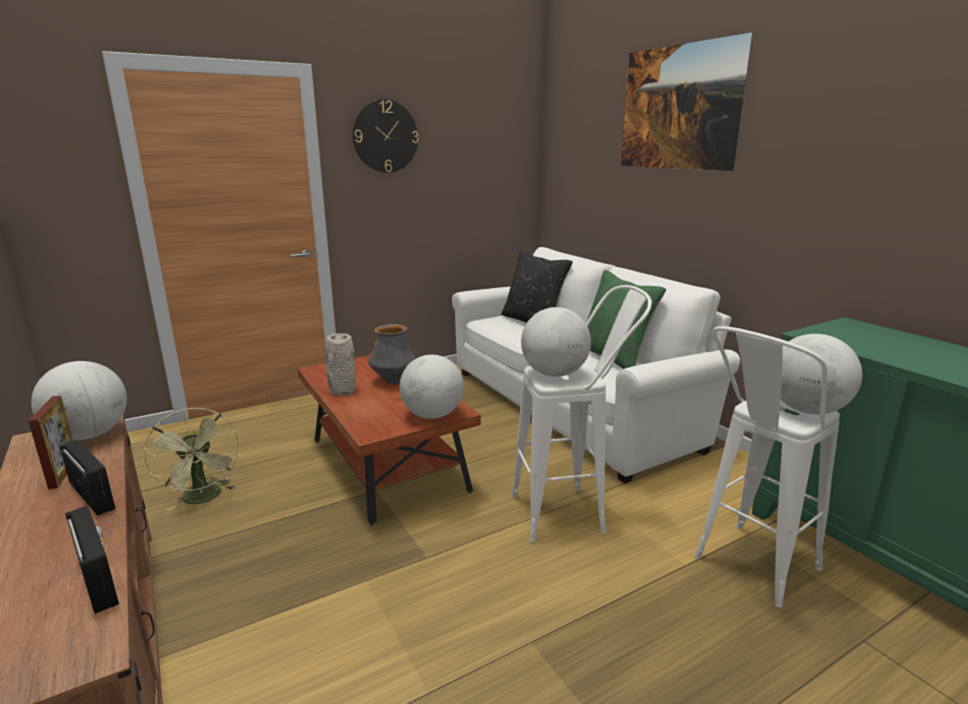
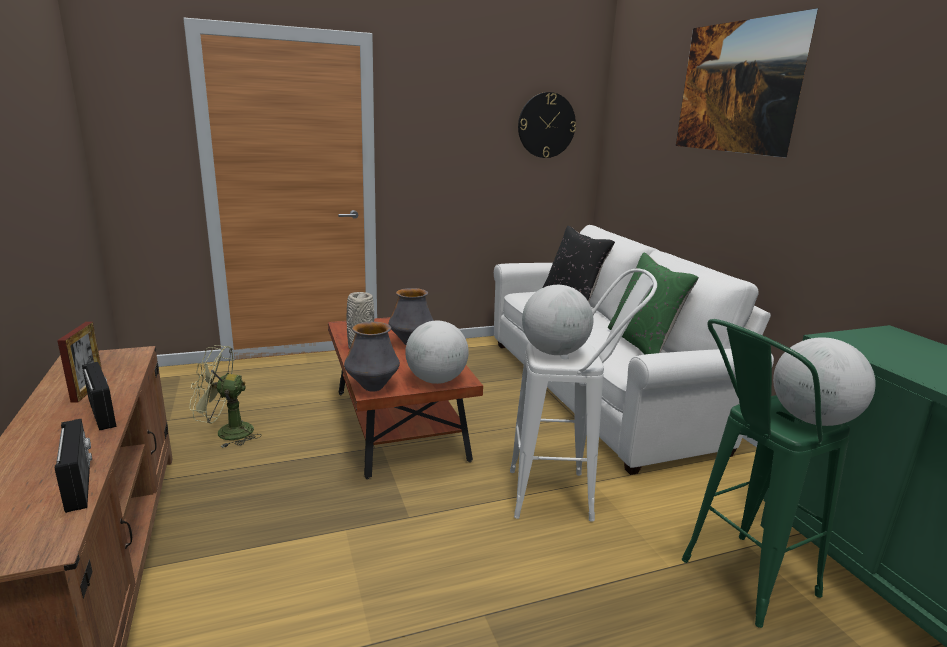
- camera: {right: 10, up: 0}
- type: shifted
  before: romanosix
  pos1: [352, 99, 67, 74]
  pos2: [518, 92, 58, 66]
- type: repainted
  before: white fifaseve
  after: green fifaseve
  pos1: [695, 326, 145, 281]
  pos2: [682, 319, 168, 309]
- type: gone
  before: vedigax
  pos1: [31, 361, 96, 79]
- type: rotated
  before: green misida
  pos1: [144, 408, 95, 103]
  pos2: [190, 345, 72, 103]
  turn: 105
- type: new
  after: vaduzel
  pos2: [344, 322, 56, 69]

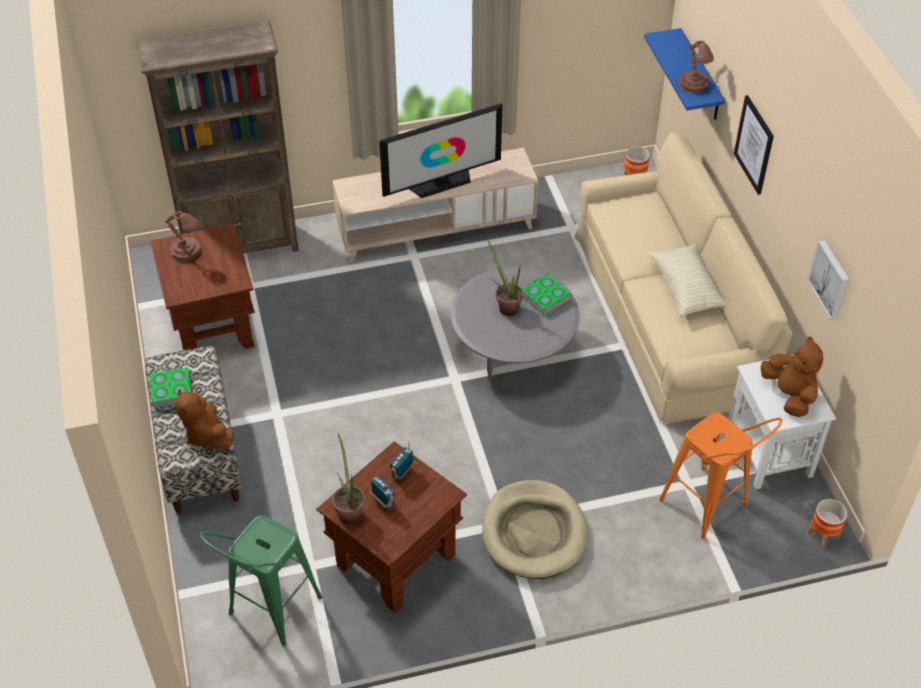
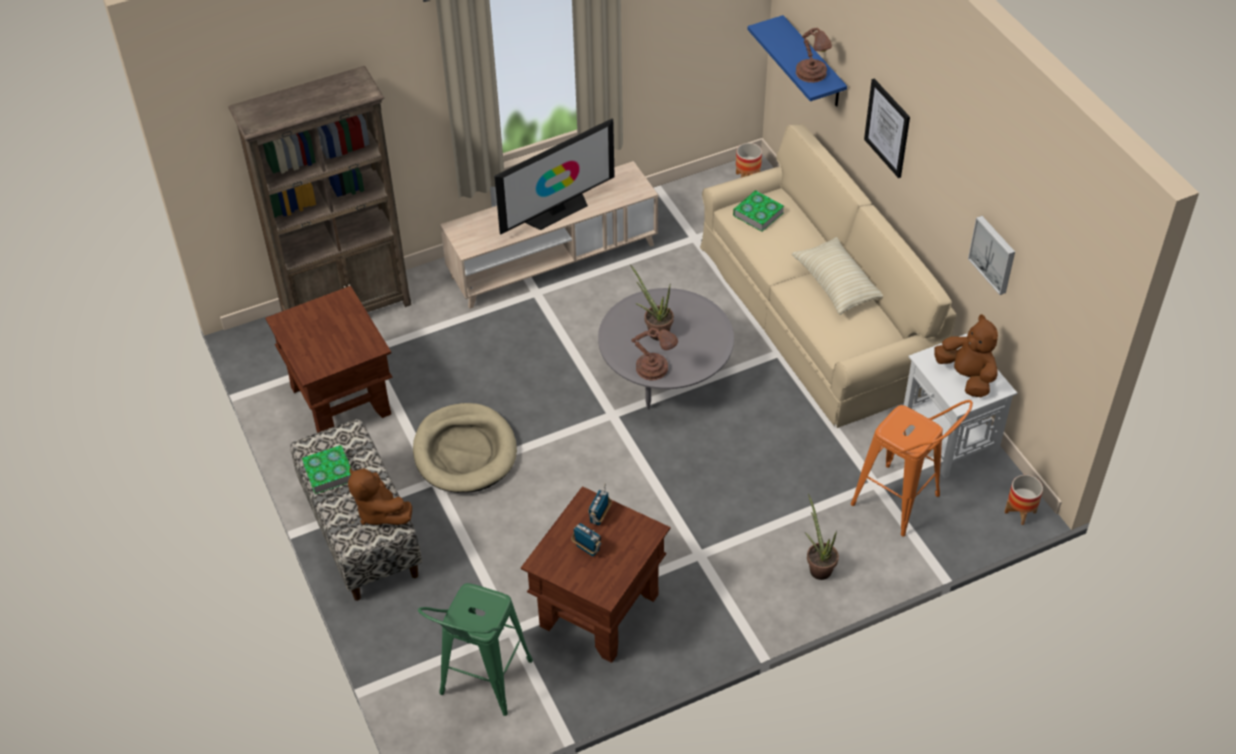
- camera: {right: -10, up: 0}
- type: shifted
  before: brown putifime
  pos1: [165, 211, 36, 51]
  pos2: [631, 328, 47, 52]
- type: shifted
  before: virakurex
  pos1: [522, 273, 49, 43]
  pos2: [733, 190, 51, 42]
- type: shifted
  before: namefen
  pos1: [332, 433, 33, 91]
  pos2: [805, 494, 34, 86]
- type: shifted
  before: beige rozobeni
  pos1: [482, 480, 105, 99]
  pos2: [413, 403, 104, 90]

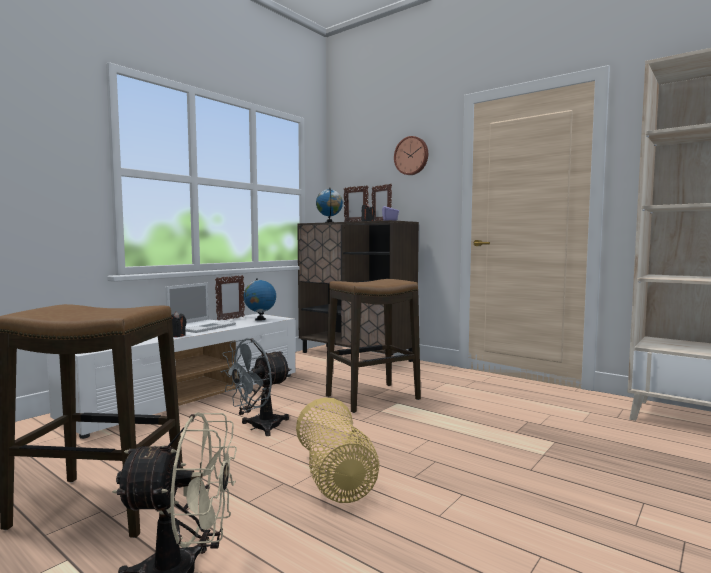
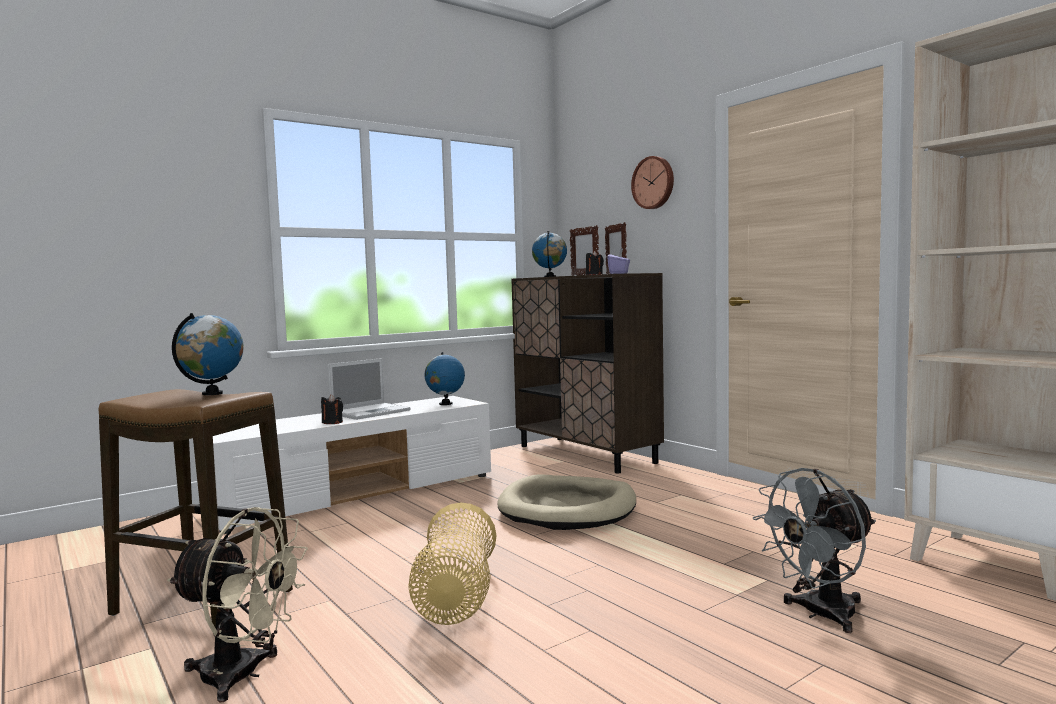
- camera: {right: 15, up: 0}
- type: gone
  before: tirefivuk
  pos1: [215, 275, 30, 45]
- type: swapped
  before: fifaseve
  after: beige rozobeni
  pos1: [326, 279, 95, 134]
  pos2: [498, 474, 138, 56]
- type: shifted
  before: grey misida
  pos1: [221, 338, 70, 98]
  pos2: [753, 468, 123, 165]
- type: new
  after: vedigax
  pos2: [172, 313, 72, 82]

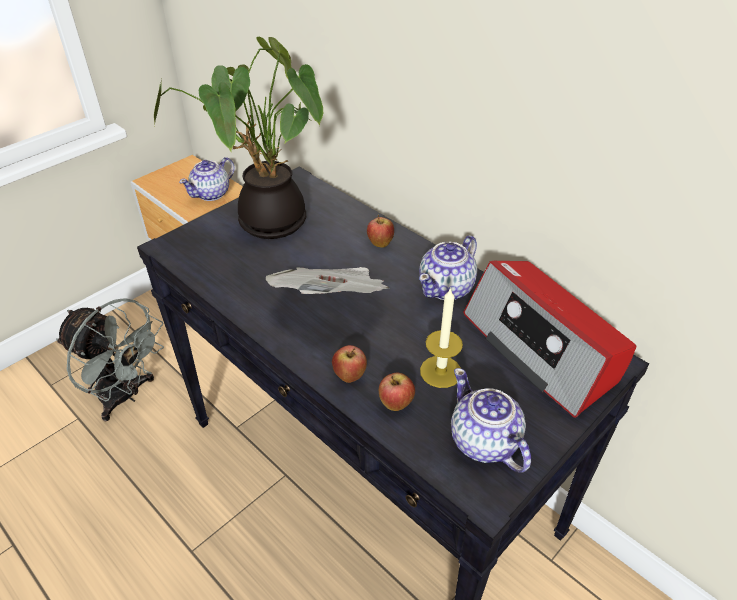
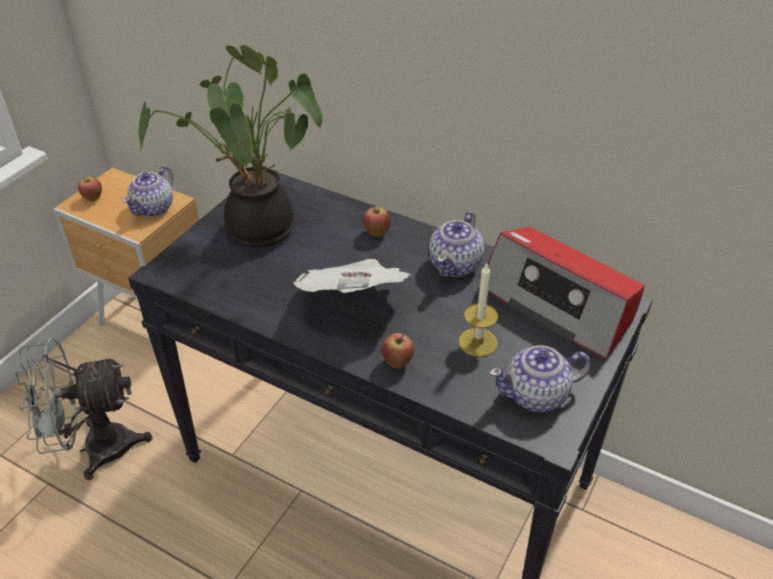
- camera: {right: -15, up: 0}
- type: rotated
  before: grey misida
  pos1: [56, 298, 108, 124]
  pos2: [15, 338, 137, 142]
  turn: 150
- type: rotated
  before: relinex
  pos1: [451, 368, 80, 105]
  pos2: [489, 345, 102, 67]
  turn: -60
- type: shifted
  before: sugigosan
  pos1: [379, 373, 36, 38]
  pos2: [78, 177, 24, 24]

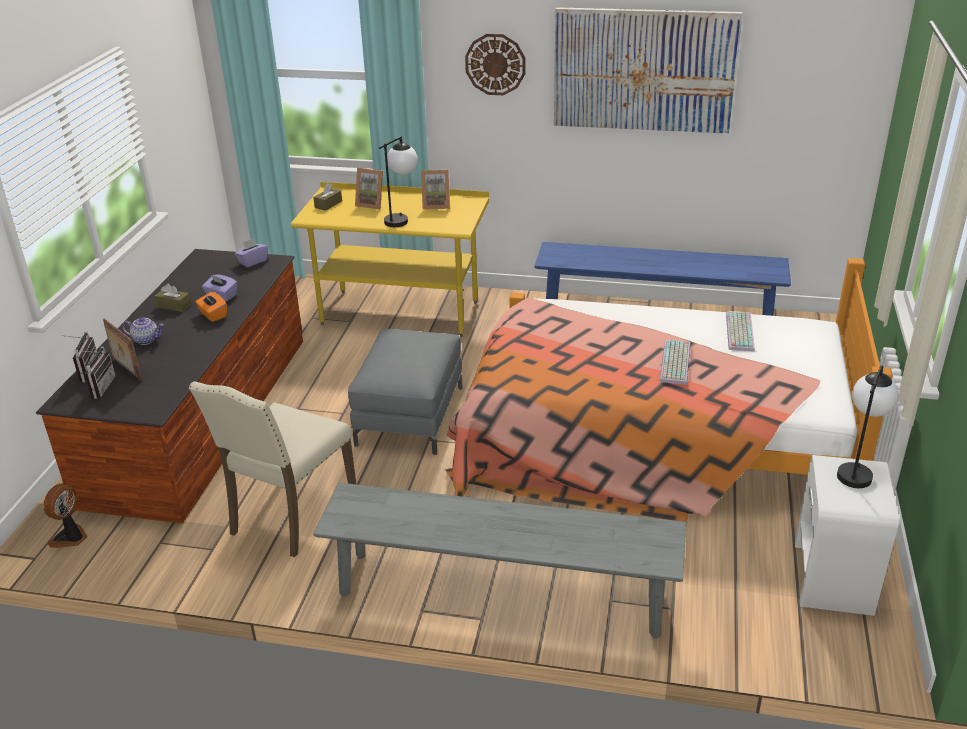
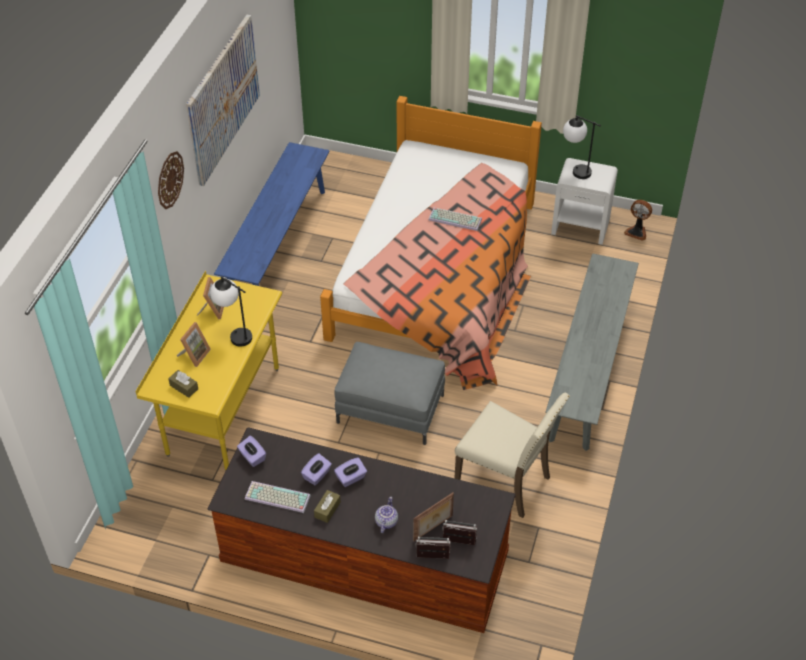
- camera: {right: -85, up: 15}
- type: repainted
  before: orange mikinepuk
  after: purple mikinepuk
  pos1: [195, 292, 32, 30]
  pos2: [334, 457, 33, 30]
- type: shifted
  before: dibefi
  pos1: [726, 311, 29, 41]
  pos2: [245, 481, 66, 32]
- type: shifted
  before: misida
  pos1: [44, 484, 44, 64]
  pos2: [624, 200, 28, 41]

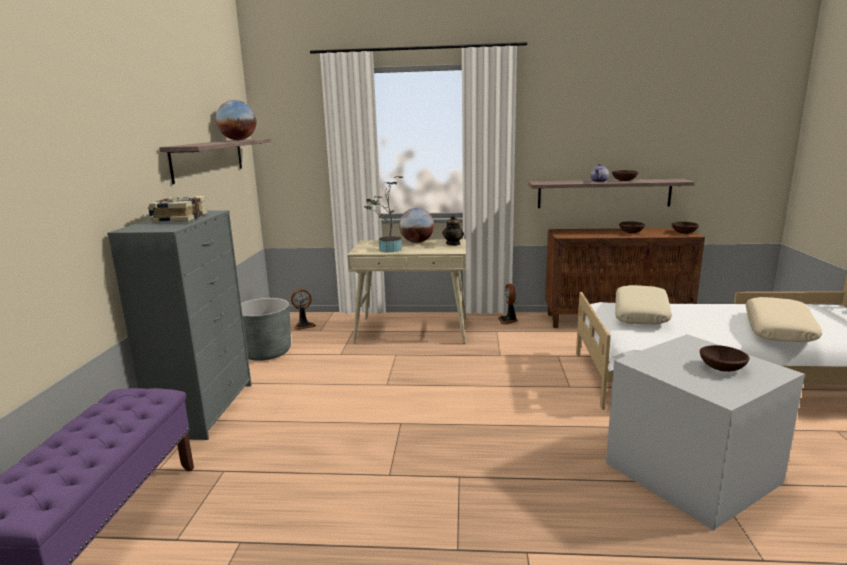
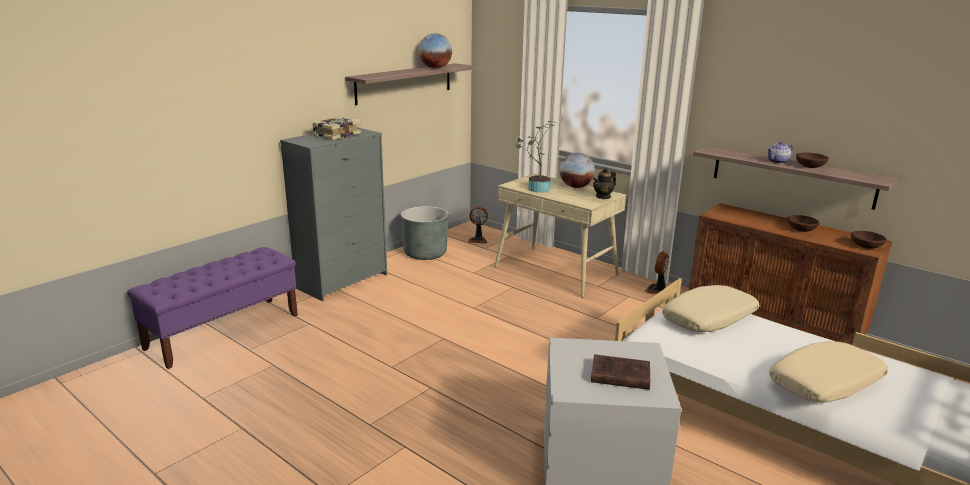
- camera: {right: 35, up: 5}
- type: swapped
  before: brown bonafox
  after: brown virakurex
  pos1: [700, 345, 50, 27]
  pos2: [591, 354, 59, 36]

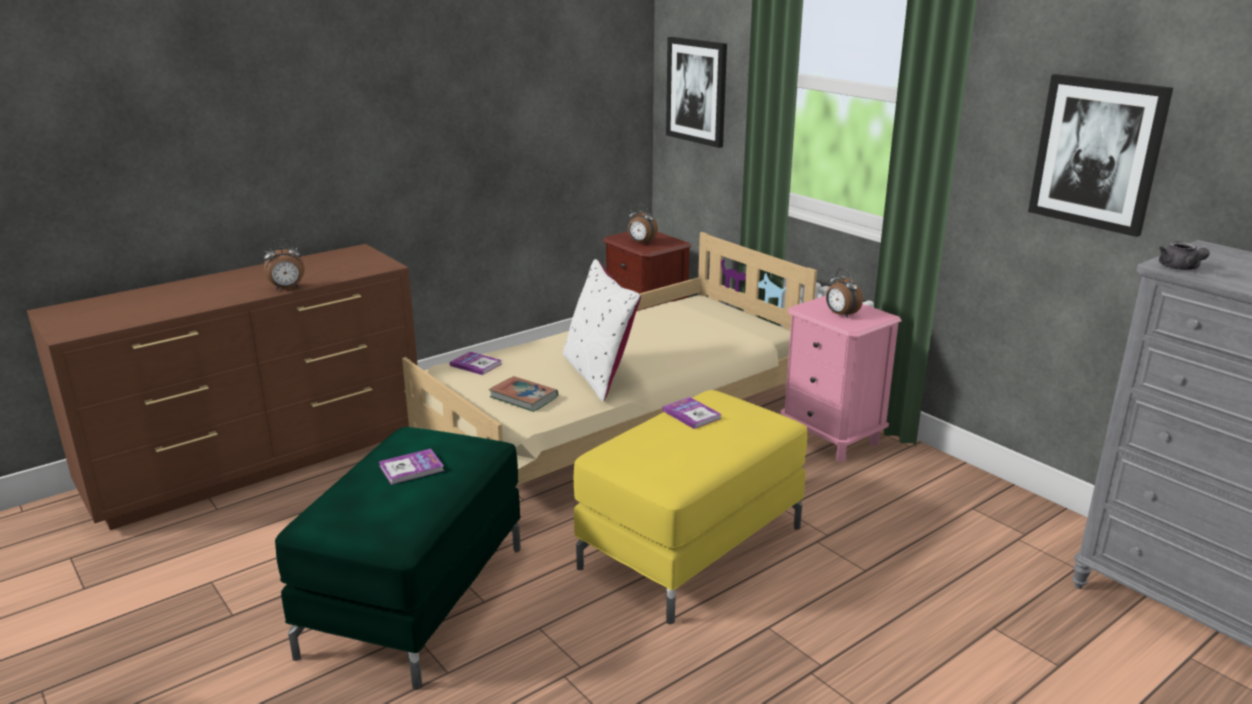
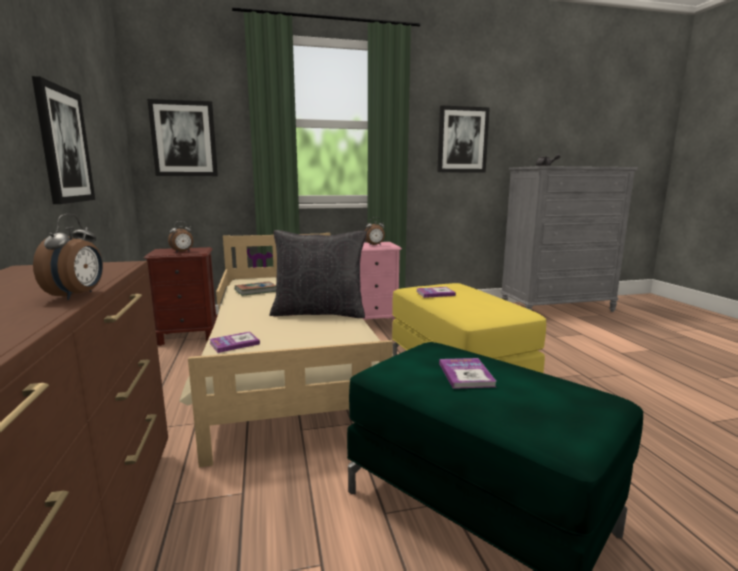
- camera: {right: -65, up: -10}
- type: repainted
  before: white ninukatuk
  after: black ninukatuk
  pos1: [563, 259, 78, 142]
  pos2: [269, 230, 98, 88]
- type: shifted
  before: virakurex
  pos1: [489, 376, 69, 36]
  pos2: [235, 281, 41, 15]
- type: new
  after: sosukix
  pos2: [32, 76, 63, 128]

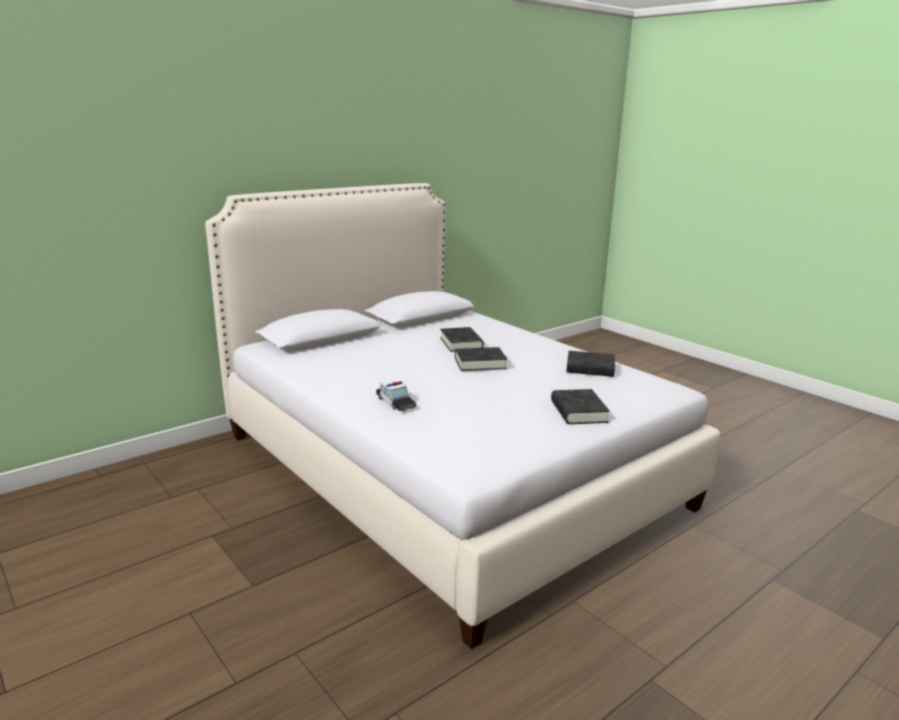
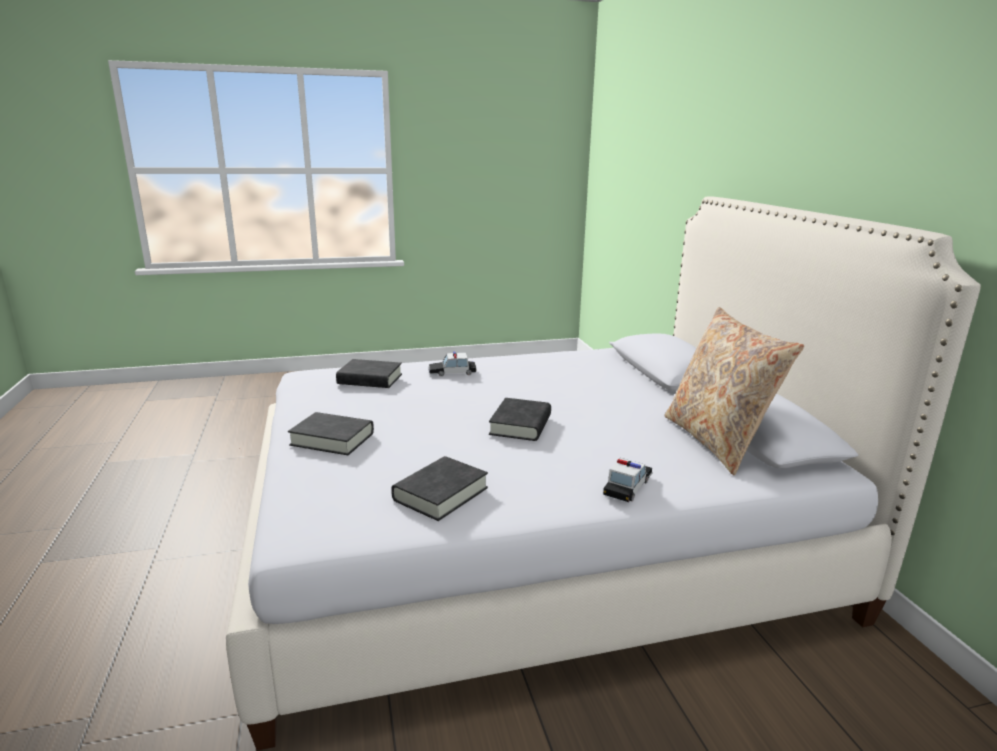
- camera: {right: 115, up: 0}
- type: shifted
  before: black virakurex
  pos1: [440, 327, 44, 25]
  pos2: [336, 359, 66, 29]
- type: new
  after: beige ninukatuk
  pos2: [665, 307, 139, 168]
- type: new
  after: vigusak
  pos2: [603, 458, 50, 44]

